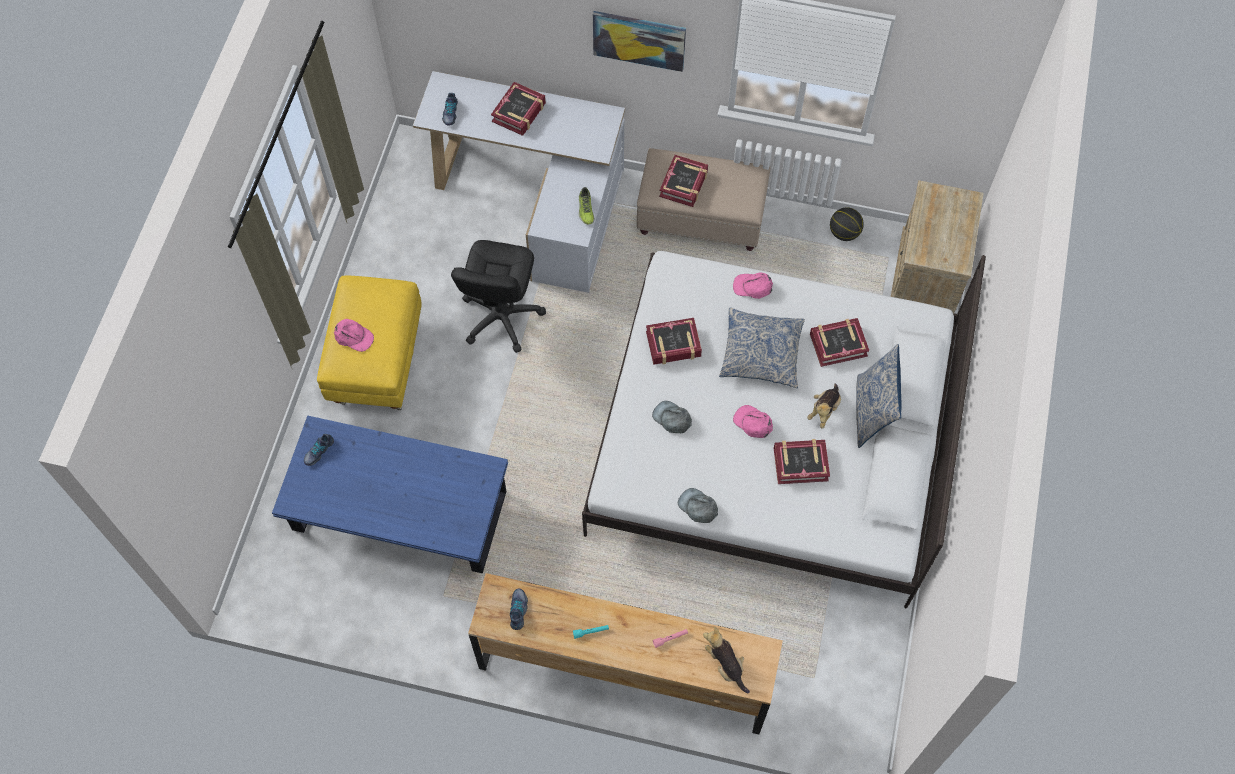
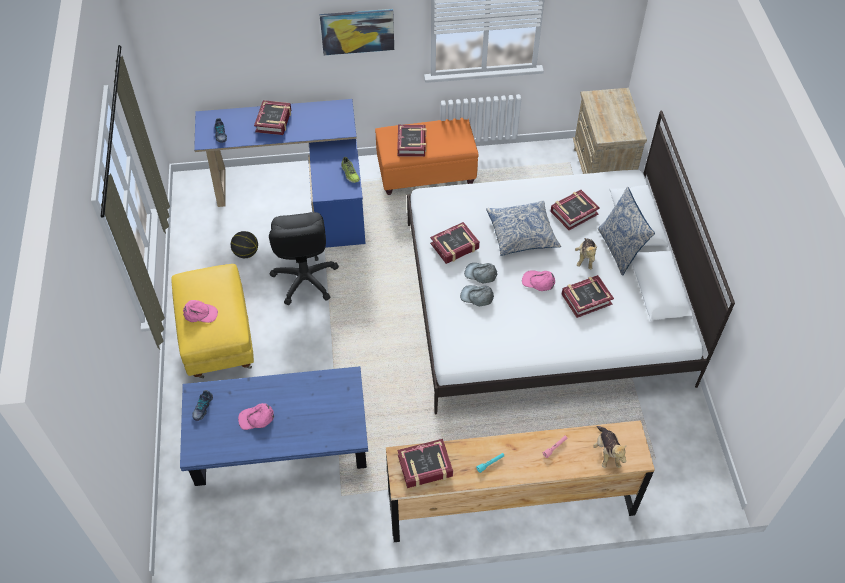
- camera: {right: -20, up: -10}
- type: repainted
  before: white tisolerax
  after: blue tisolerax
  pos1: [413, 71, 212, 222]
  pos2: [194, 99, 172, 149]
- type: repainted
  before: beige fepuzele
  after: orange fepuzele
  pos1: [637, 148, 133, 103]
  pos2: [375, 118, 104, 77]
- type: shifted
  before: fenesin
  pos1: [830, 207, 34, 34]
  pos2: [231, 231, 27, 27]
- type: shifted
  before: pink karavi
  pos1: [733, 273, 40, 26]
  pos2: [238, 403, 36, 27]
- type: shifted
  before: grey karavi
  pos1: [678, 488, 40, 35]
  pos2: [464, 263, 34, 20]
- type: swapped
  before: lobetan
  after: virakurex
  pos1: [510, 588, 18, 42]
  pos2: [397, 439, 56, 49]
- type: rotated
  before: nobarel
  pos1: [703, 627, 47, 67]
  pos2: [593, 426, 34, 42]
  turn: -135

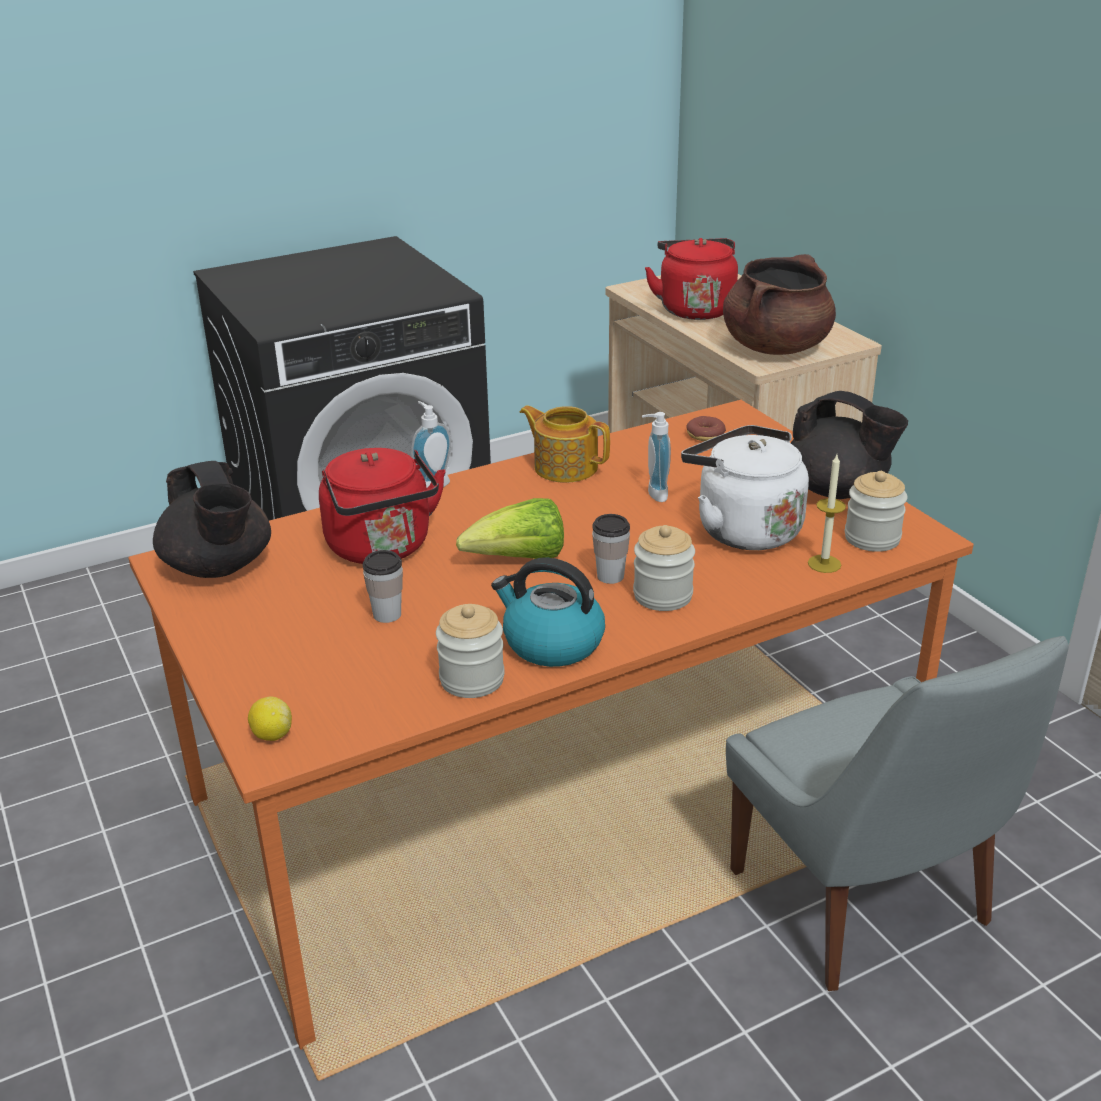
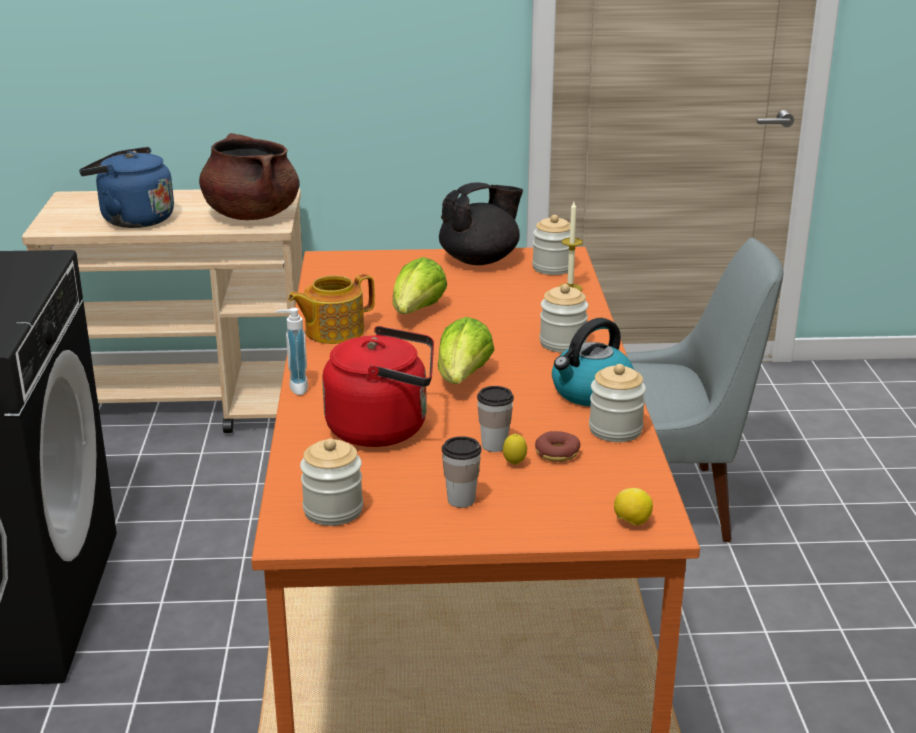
- camera: {right: -65, up: -5}
- type: repainted
  before: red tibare
  after: blue tibare
  pos1: [645, 238, 93, 82]
  pos2: [79, 147, 95, 81]
- type: swapped
  before: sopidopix
  after: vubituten
  pos1: [642, 412, 29, 90]
  pos2: [393, 257, 54, 57]
- type: shifted
  before: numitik
  pos1: [686, 416, 40, 25]
  pos2: [535, 431, 45, 31]
- type: gone
  before: white tibare
  pos1: [681, 425, 128, 125]
- type: swapped
  before: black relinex
  after: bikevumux
  pos1: [153, 461, 118, 117]
  pos2: [300, 438, 63, 88]
- type: shifted
  before: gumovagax
  pos1: [592, 514, 38, 70]
  pos2: [442, 436, 39, 72]
- type: new
  after: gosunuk
  pos2: [503, 434, 24, 31]

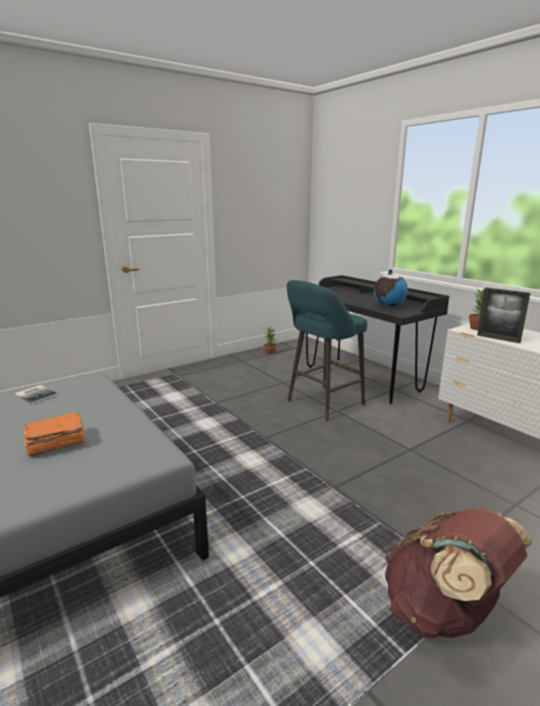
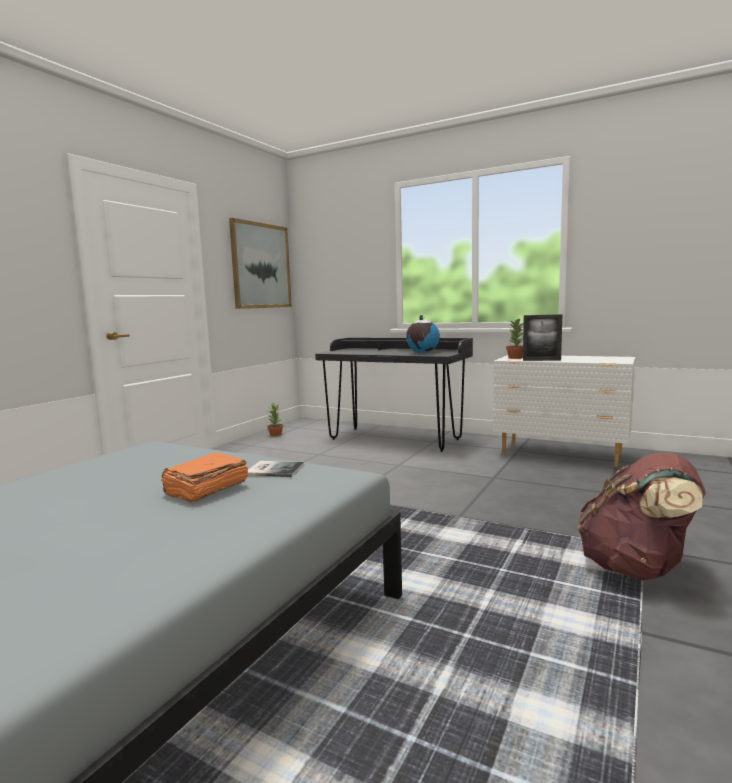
- camera: {right: -25, up: -10}
- type: gone
  before: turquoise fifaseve
  pos1: [287, 280, 80, 141]
- type: shifted
  before: virakurex
  pos1: [15, 385, 42, 19]
  pos2: [247, 461, 57, 16]
- type: new
  after: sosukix
  pos2: [229, 218, 63, 91]

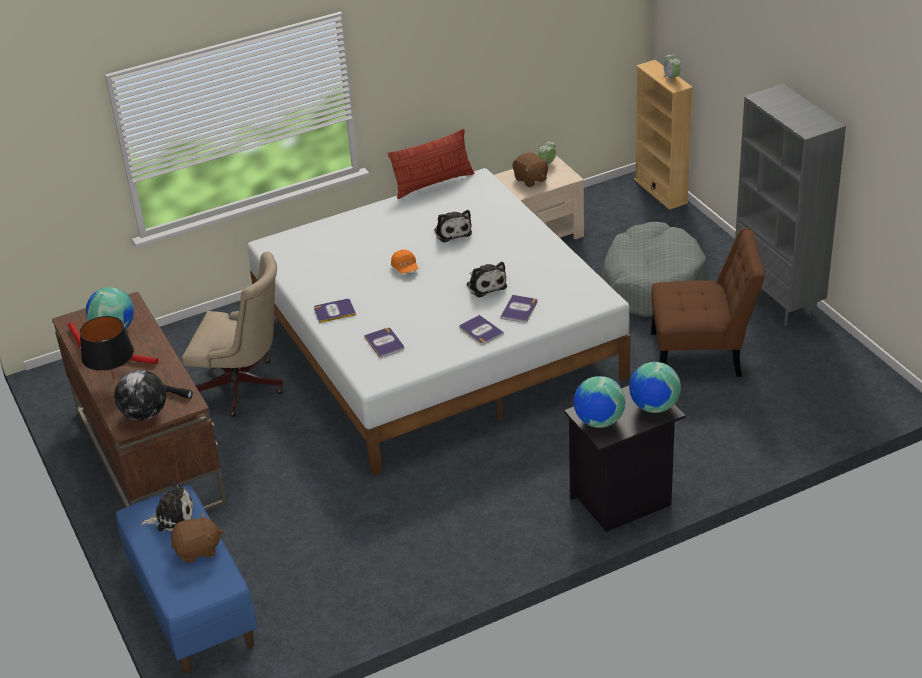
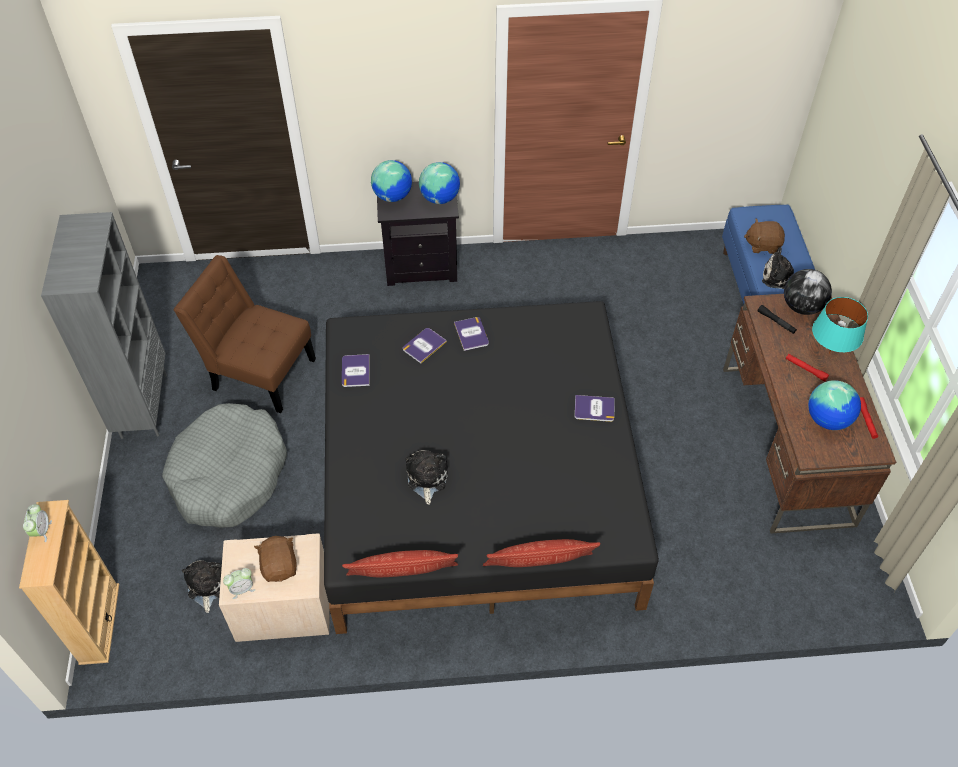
- camera: {right: -160, up: 15}
- type: repainted
  before: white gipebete
  after: black gipebete
  pos1: [247, 168, 384, 307]
  pos2: [324, 301, 335, 333]
- type: gone
  before: orange karavi
  pos1: [391, 250, 27, 23]
- type: gone
  before: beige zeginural
  pos1: [182, 252, 101, 165]
- type: shifted
  before: nobarel
  pos1: [466, 262, 41, 36]
  pos2: [182, 560, 40, 53]
- type: repainted
  before: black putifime
  after: turquoise putifime
  pos1: [80, 316, 54, 64]
  pos2: [812, 297, 56, 57]
- type: shifted
  before: virakurex
  pos1: [364, 328, 40, 30]
  pos2: [342, 354, 28, 33]
- type: new
  after: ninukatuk
  pos2: [483, 539, 118, 28]

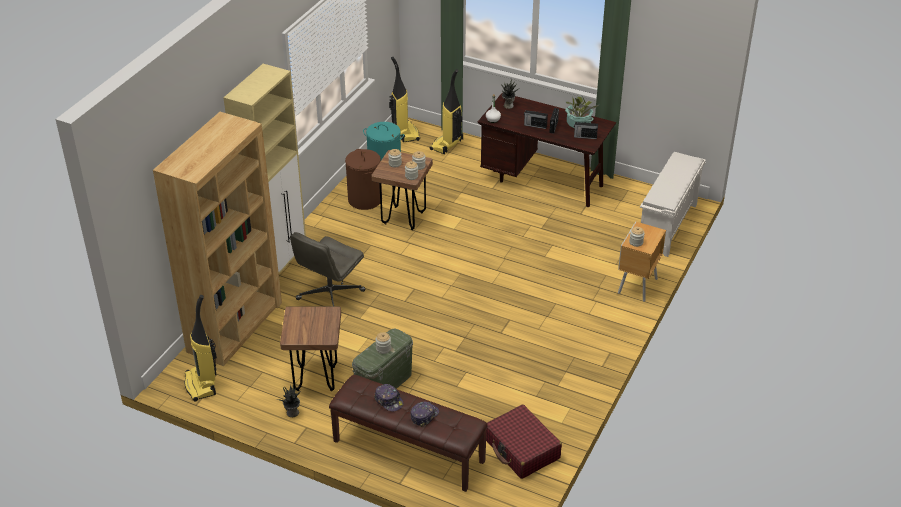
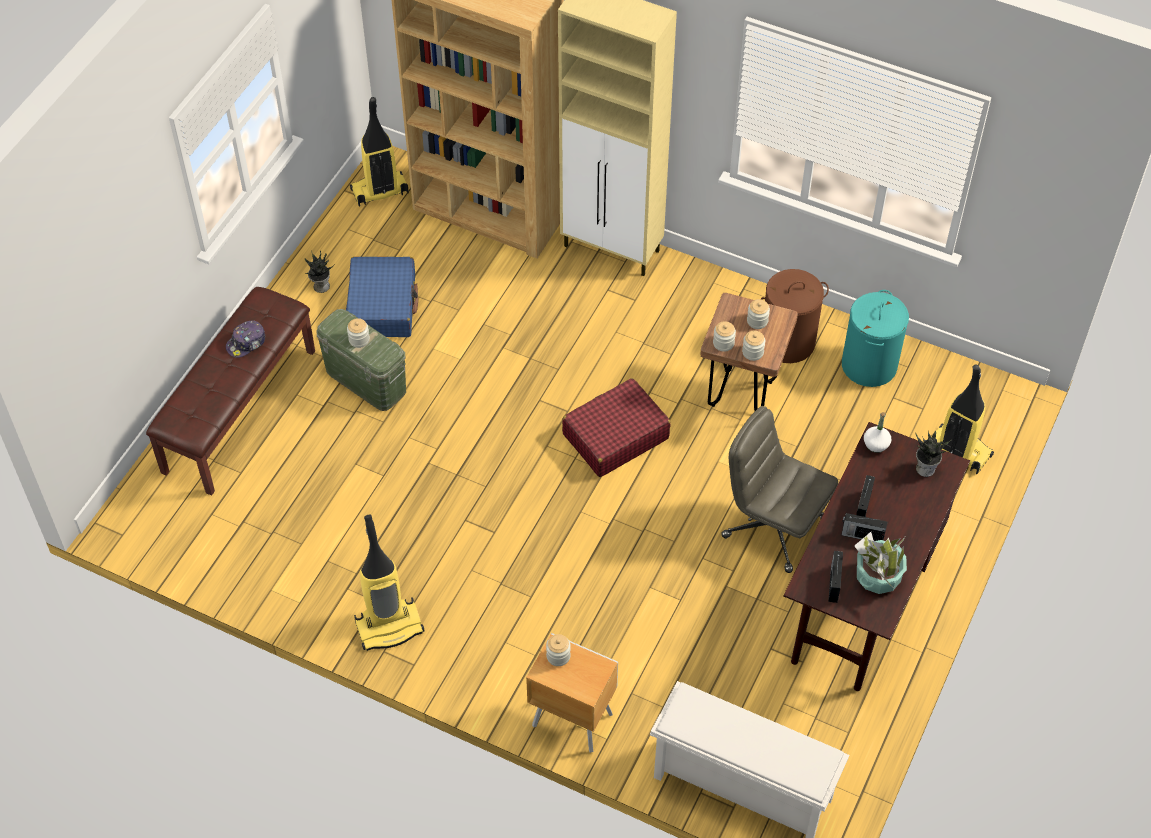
- camera: {right: 90, up: 15}
- type: shifted
  before: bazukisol
  pos1: [389, 57, 31, 85]
  pos2: [354, 514, 70, 137]
- type: shifted
  before: grey zeginural
  pos1: [290, 232, 76, 75]
  pos2: [721, 406, 117, 167]
- type: swapped
  before: brown fifaseve
  after: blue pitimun
  pos1: [280, 307, 61, 84]
  pos2: [346, 257, 72, 80]
- type: gone
  before: karavi
  pos1: [410, 401, 29, 26]
- type: shifted
  before: red pitimun
  pos1: [486, 405, 76, 74]
  pos2: [562, 378, 109, 99]

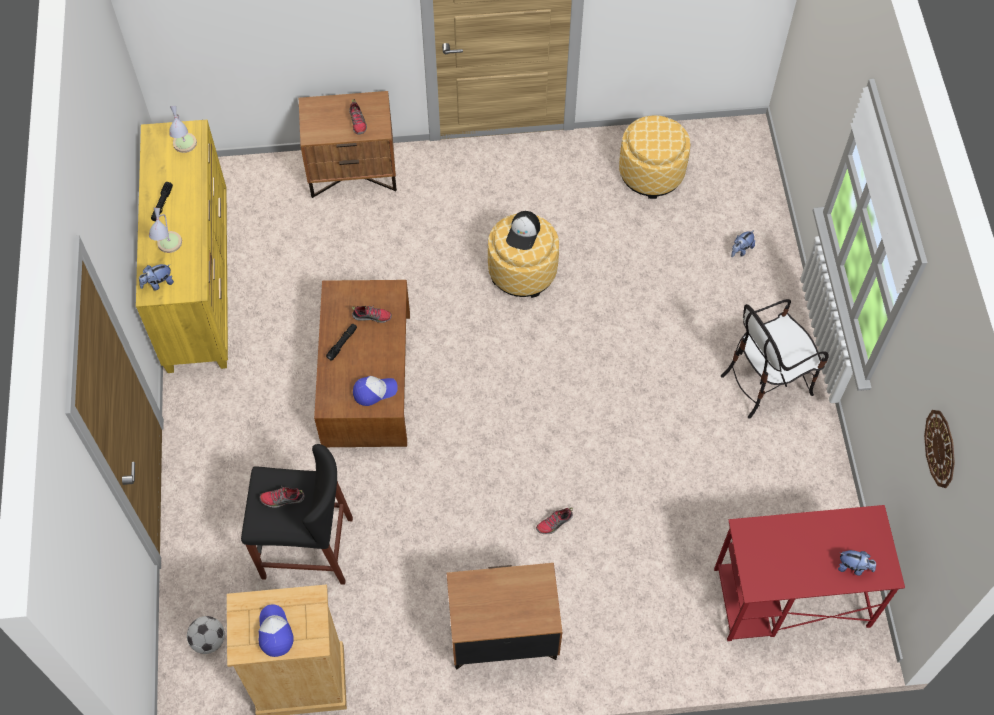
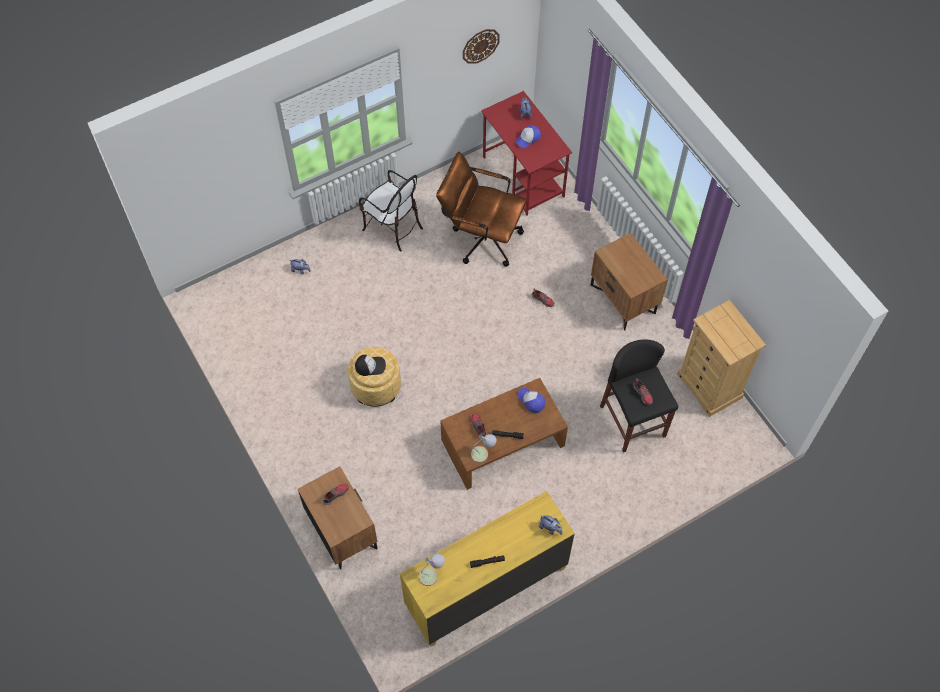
- camera: {right: -115, up: 0}
- type: gone
  before: fepuzele
  pos1: [619, 115, 72, 84]
- type: shifted
  before: putifime
  pos1: [149, 208, 33, 45]
  pos2: [471, 434, 26, 29]
- type: shifted
  before: karavi
  pos1: [259, 604, 35, 53]
  pos2: [515, 125, 26, 23]
- type: gone
  before: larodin
  pos1: [187, 616, 38, 38]
- type: new
  after: brown zeginural
  pos2: [436, 152, 91, 115]

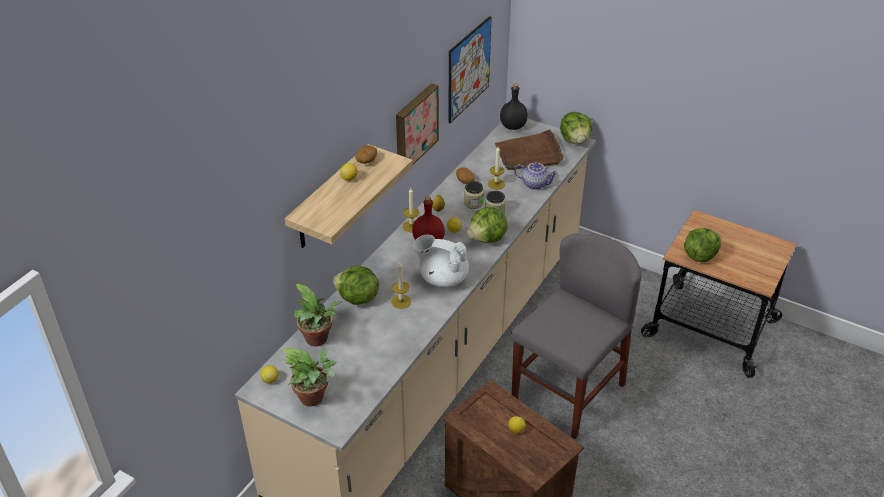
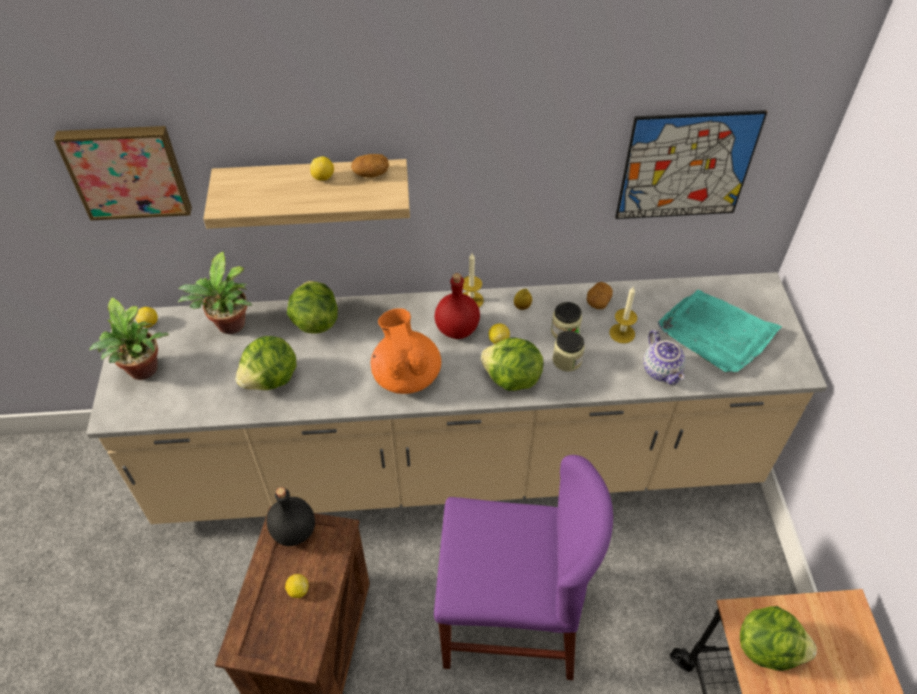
- camera: {right: 55, up: 10}
- type: shifted
  before: sosukix
  pos1: [396, 83, 43, 82]
  pos2: [54, 126, 138, 95]
- type: shifted
  before: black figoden
  pos1: [500, 84, 28, 46]
  pos2: [266, 487, 49, 59]
- type: shifted
  before: vubituten
  pos1: [560, 112, 32, 32]
  pos2: [235, 336, 61, 54]
- type: repainted
  before: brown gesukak
  after: turquoise gesukak
  pos1: [495, 130, 69, 40]
  pos2: [658, 290, 124, 83]
- type: repainted
  before: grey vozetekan
  after: purple vozetekan
  pos1: [511, 233, 130, 206]
  pos2: [434, 455, 179, 225]
- type: repainted
  before: white relinex
  after: orange relinex
  pos1: [414, 235, 55, 52]
  pos2: [371, 308, 70, 86]
- type: gone
  before: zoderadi
  pos1: [391, 262, 20, 47]

